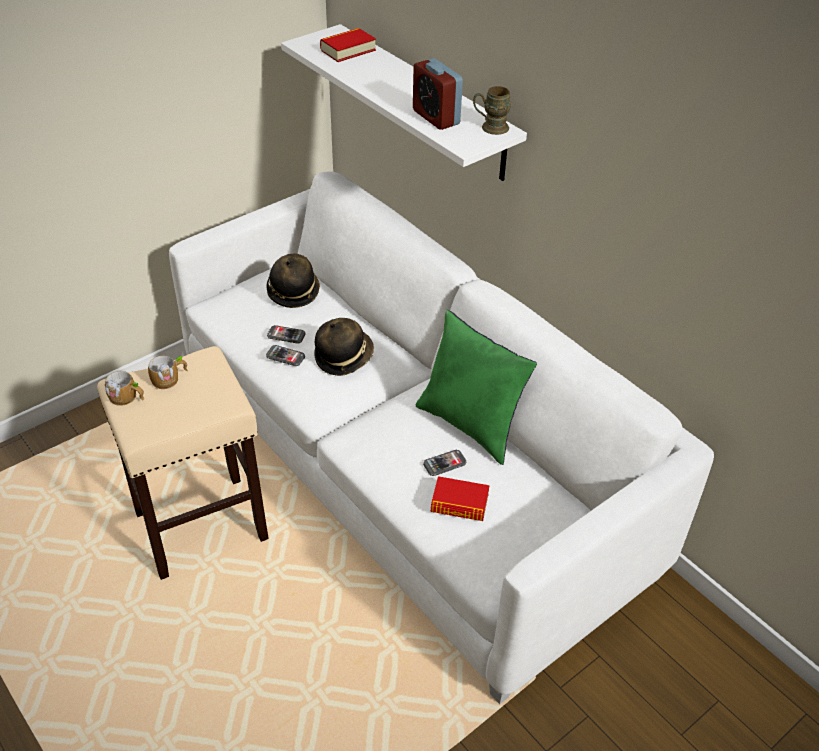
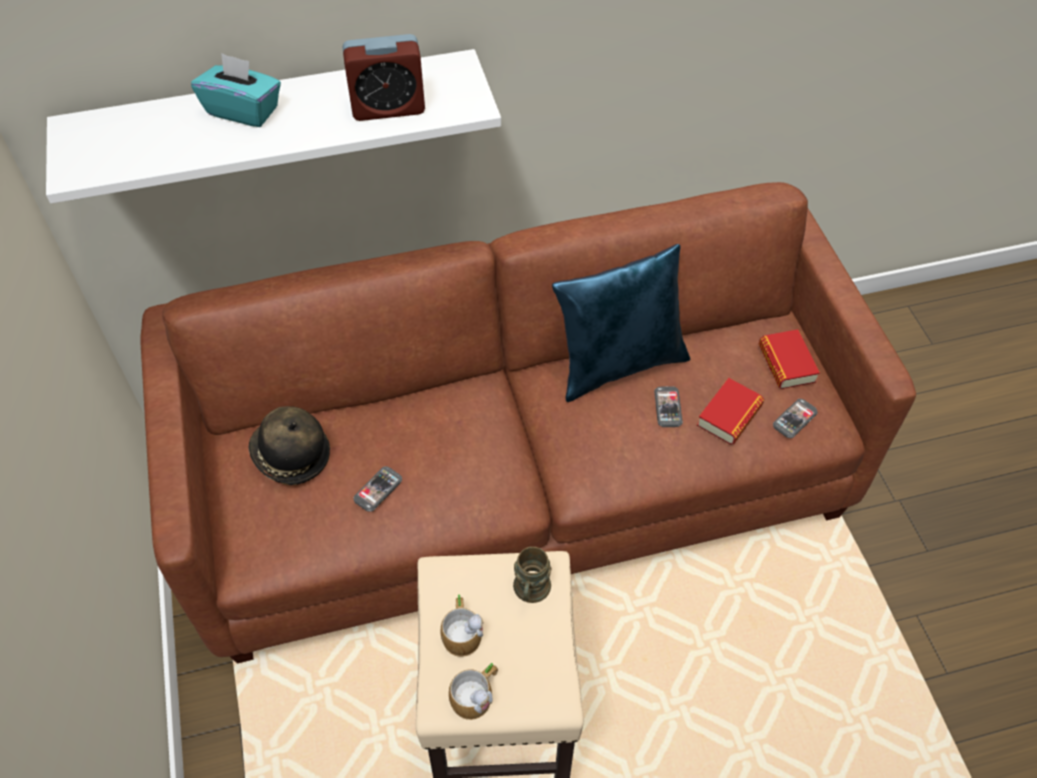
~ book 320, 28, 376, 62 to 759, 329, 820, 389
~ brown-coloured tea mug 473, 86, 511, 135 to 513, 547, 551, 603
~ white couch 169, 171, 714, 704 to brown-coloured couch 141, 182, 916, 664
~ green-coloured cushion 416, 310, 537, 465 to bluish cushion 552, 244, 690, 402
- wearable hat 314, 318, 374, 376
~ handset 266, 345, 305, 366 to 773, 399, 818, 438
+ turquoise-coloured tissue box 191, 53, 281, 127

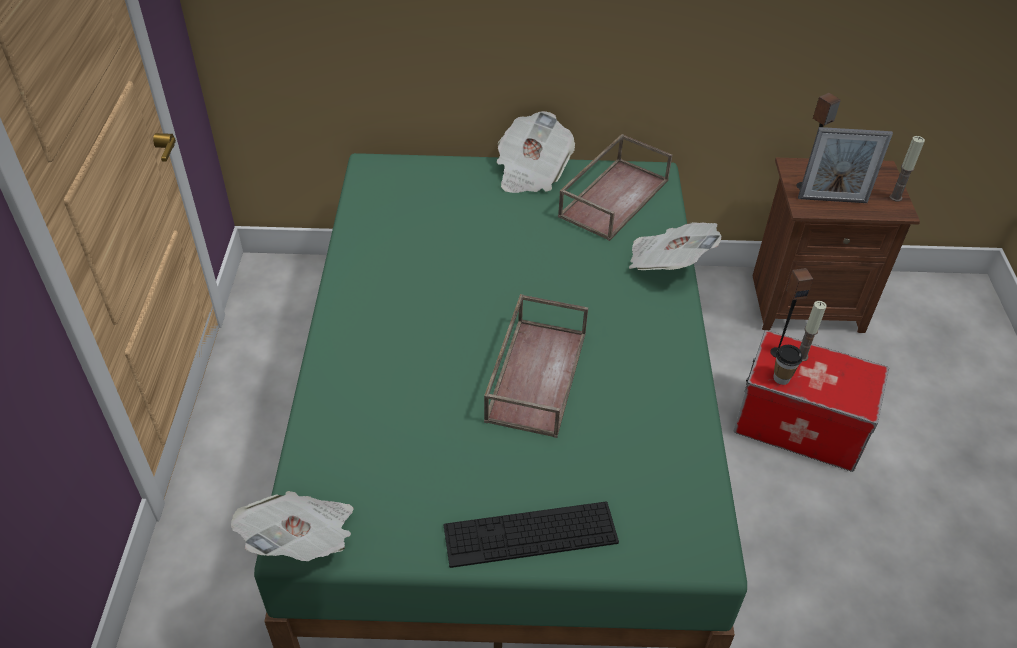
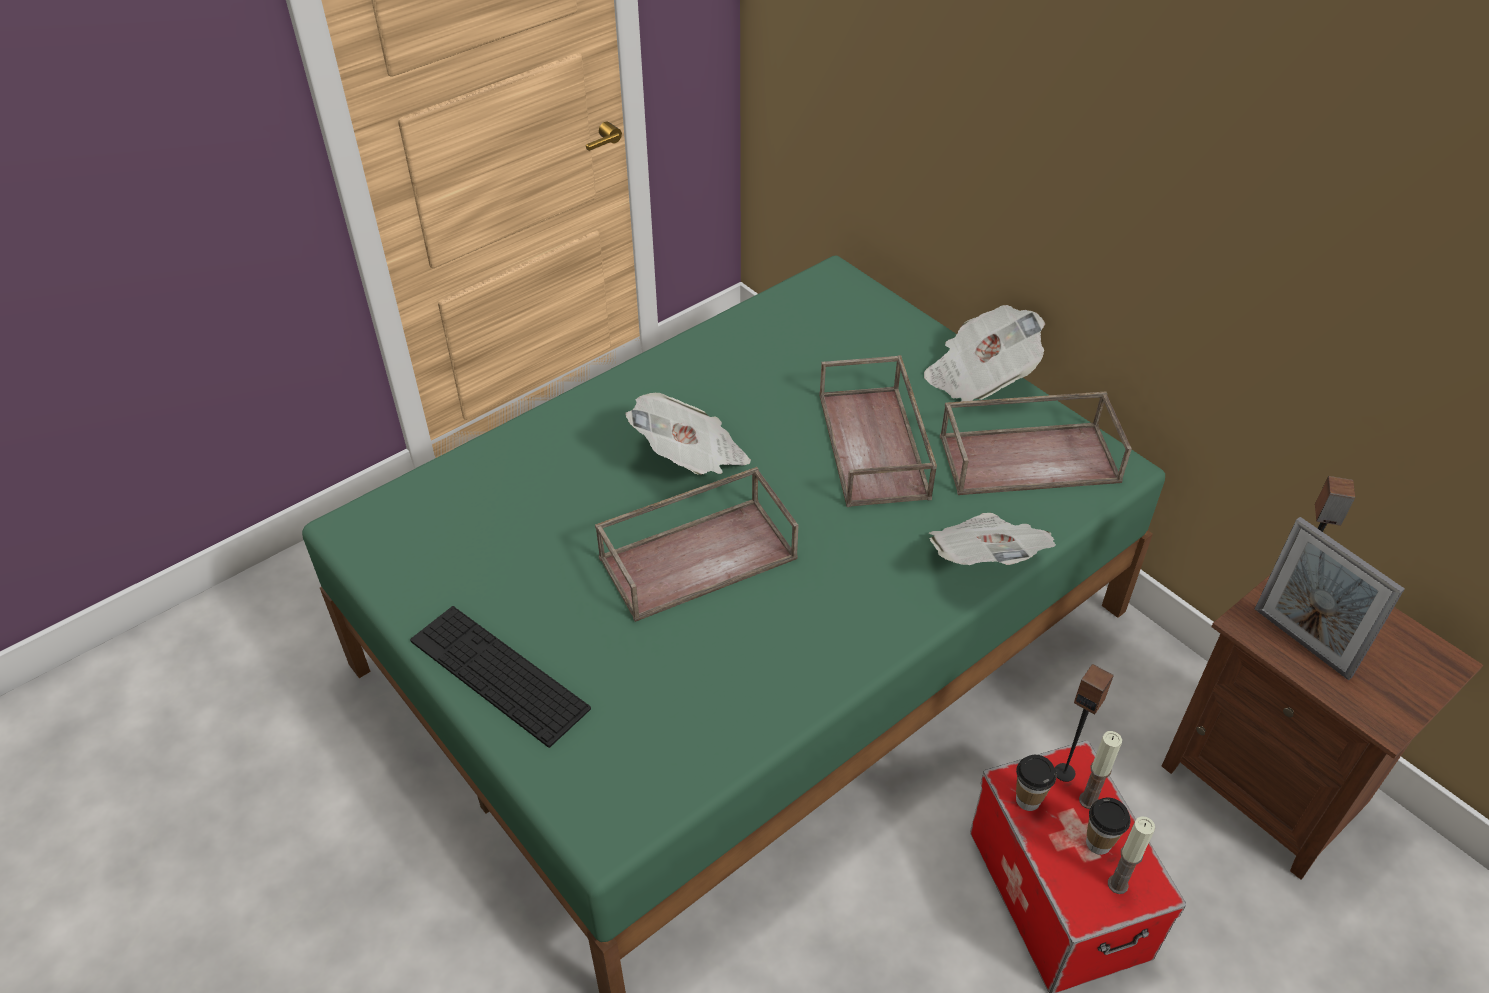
~ wax candle 890, 136, 925, 201 to 1108, 816, 1155, 894
~ printed paper 231, 491, 353, 561 to 625, 393, 751, 475
+ brown-coloured serving tray 819, 355, 937, 507
+ drinking cup 1086, 798, 1130, 855

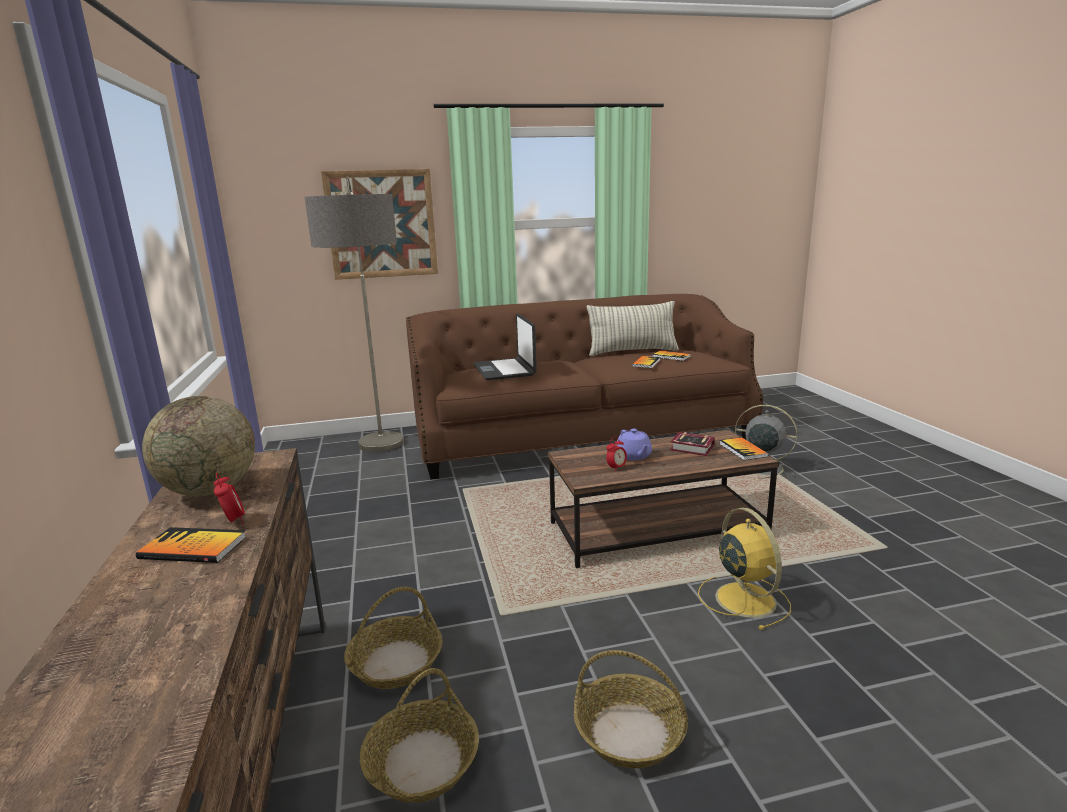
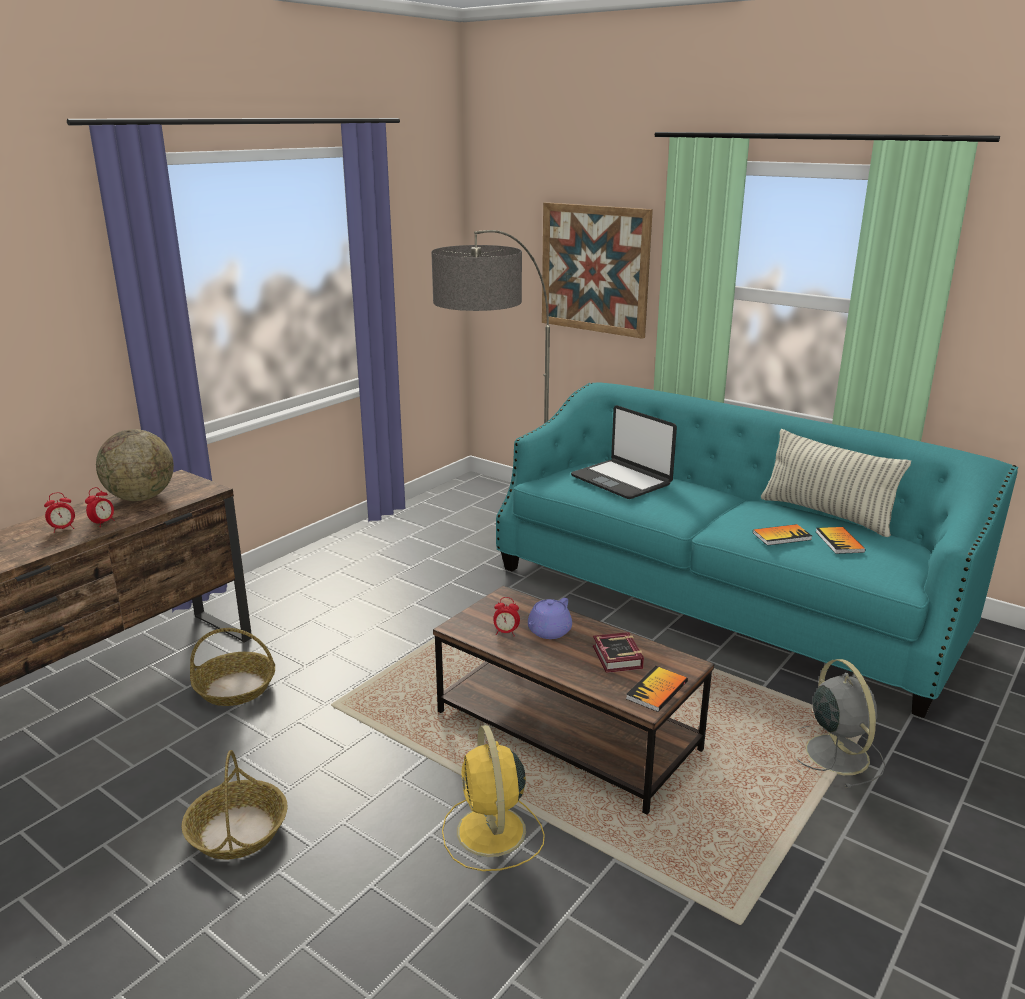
~ brown-coloured couch 406, 294, 763, 479 to turquoise-coloured couch 496, 382, 1018, 718
~ laptop 474, 313, 537, 380 = 571, 405, 677, 499 75 degrees counterclockwise
~ yellow fan 698, 507, 791, 630 = 442, 725, 545, 871 135 degrees clockwise
~ book 136, 527, 246, 563 to alarm clock 44, 492, 75, 533
- storage basket 360, 668, 479, 803

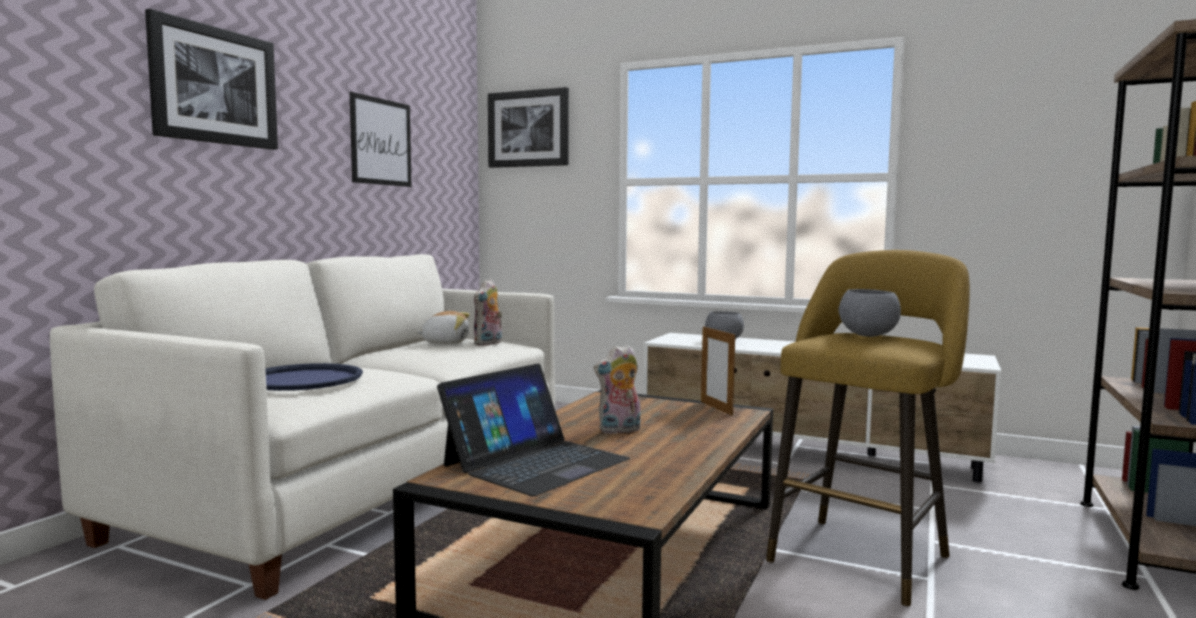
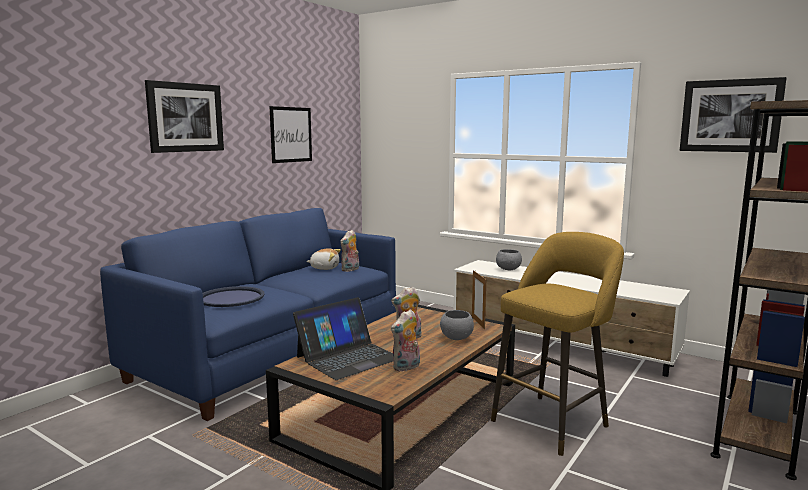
~ wall picture 488, 87, 569, 168 to 680, 77, 787, 153
~ white couch 50, 254, 555, 600 to bluish couch 100, 208, 396, 421
~ greyish deep dish 838, 289, 901, 337 to 440, 310, 474, 340
+ soft toy 391, 309, 420, 371

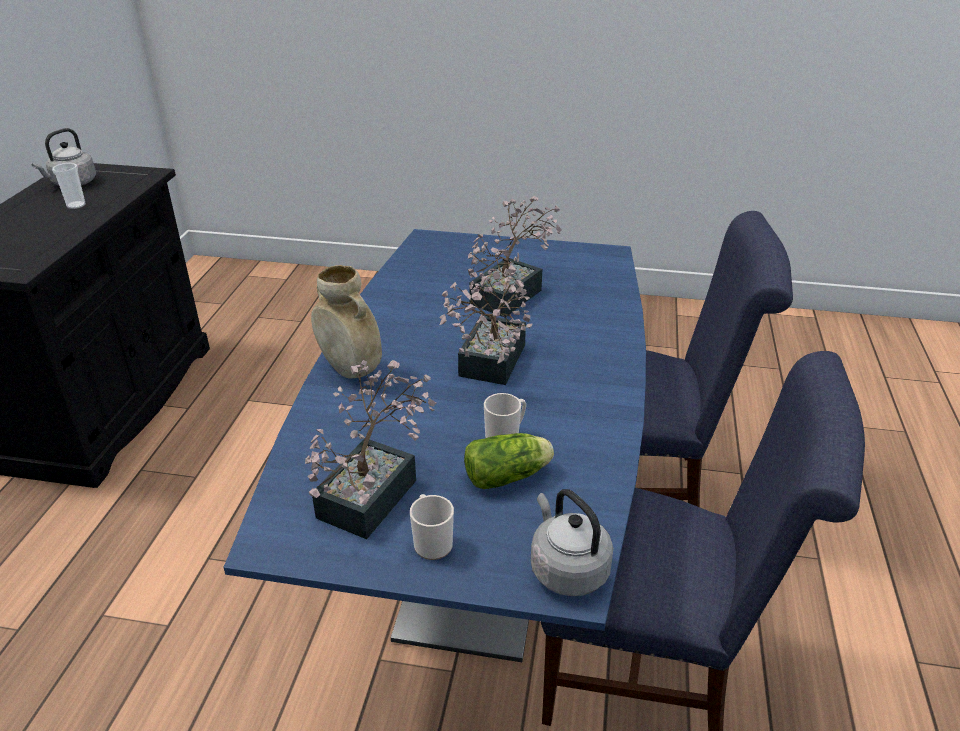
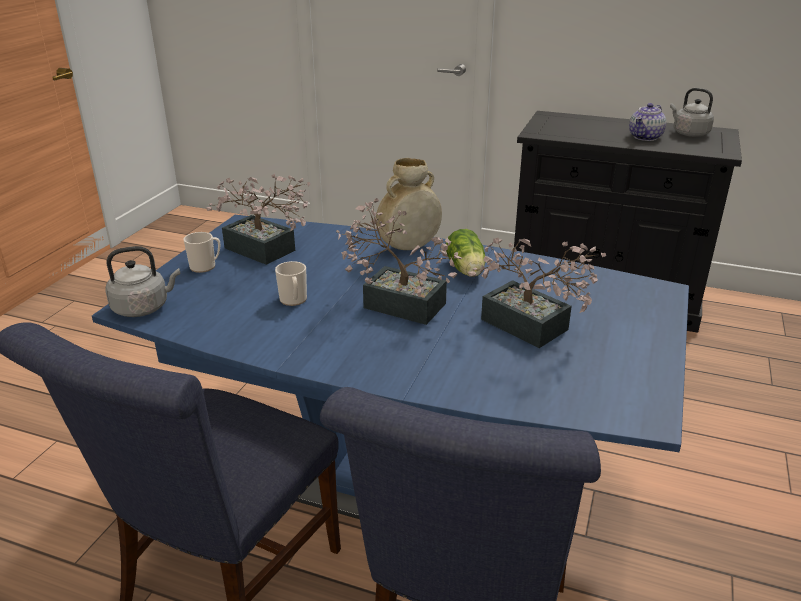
~ drinking cup 52, 163, 86, 209 to pot for tea 629, 103, 666, 141
~ lettuce 464, 433, 554, 489 to 446, 229, 485, 277

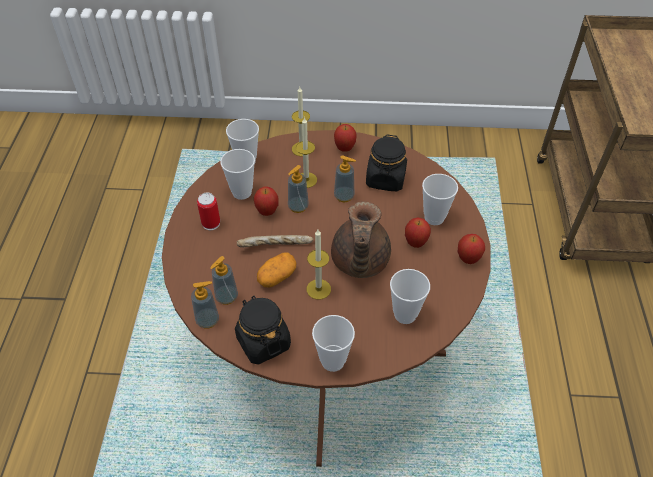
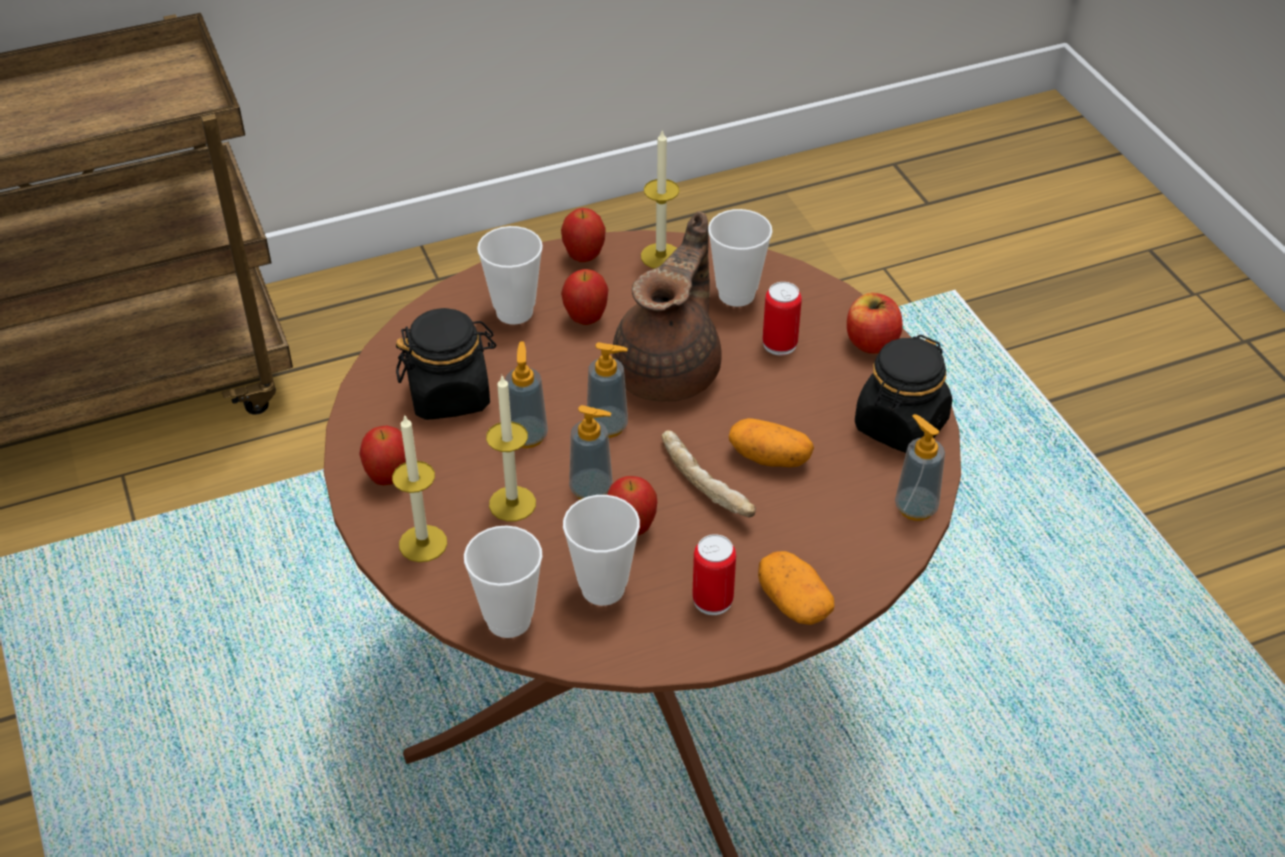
~ brown-coloured pot for tea 331, 202, 391, 278 = 612, 211, 722, 402 45 degrees counterclockwise
~ wax candle 307, 230, 331, 300 to 641, 131, 679, 269
~ soap bottle 210, 256, 238, 305 to 587, 342, 628, 438
~ drinking cup 312, 315, 355, 372 to apple 847, 293, 903, 354
+ can 763, 282, 802, 355
+ potato 758, 551, 834, 625

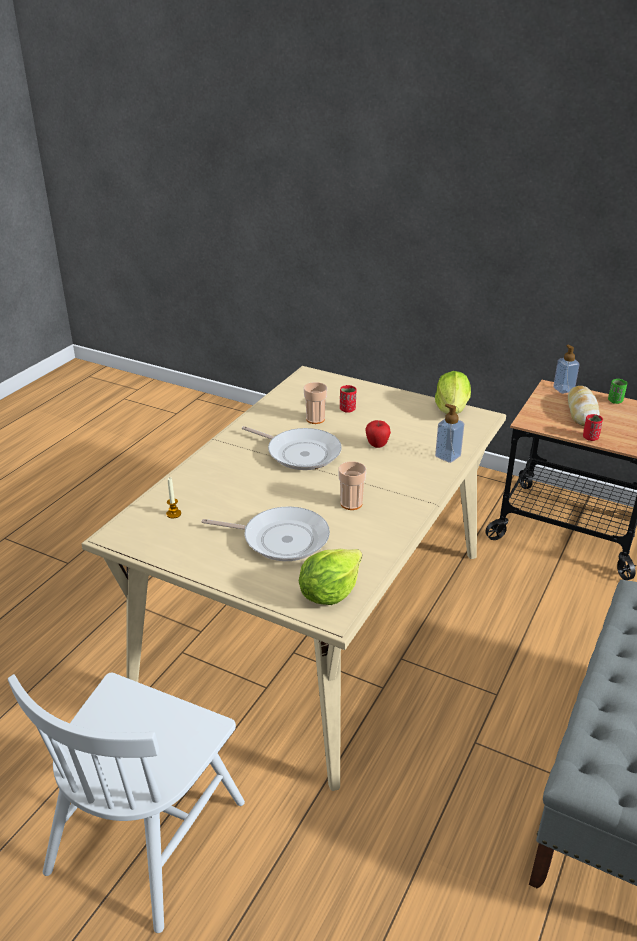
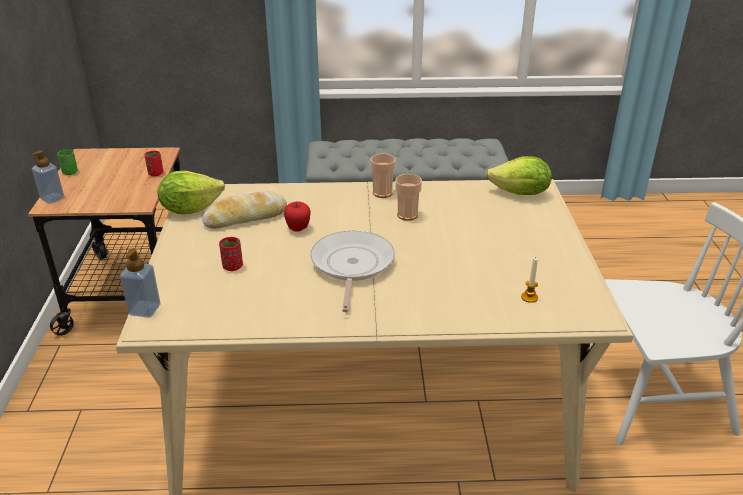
~ drinking cup 304, 382, 327, 424 to 370, 154, 396, 198
~ bakery bread 568, 386, 600, 426 to 202, 190, 287, 229
~ soap bottle 435, 404, 464, 463 to 120, 248, 160, 318
- skillet 201, 506, 330, 561

